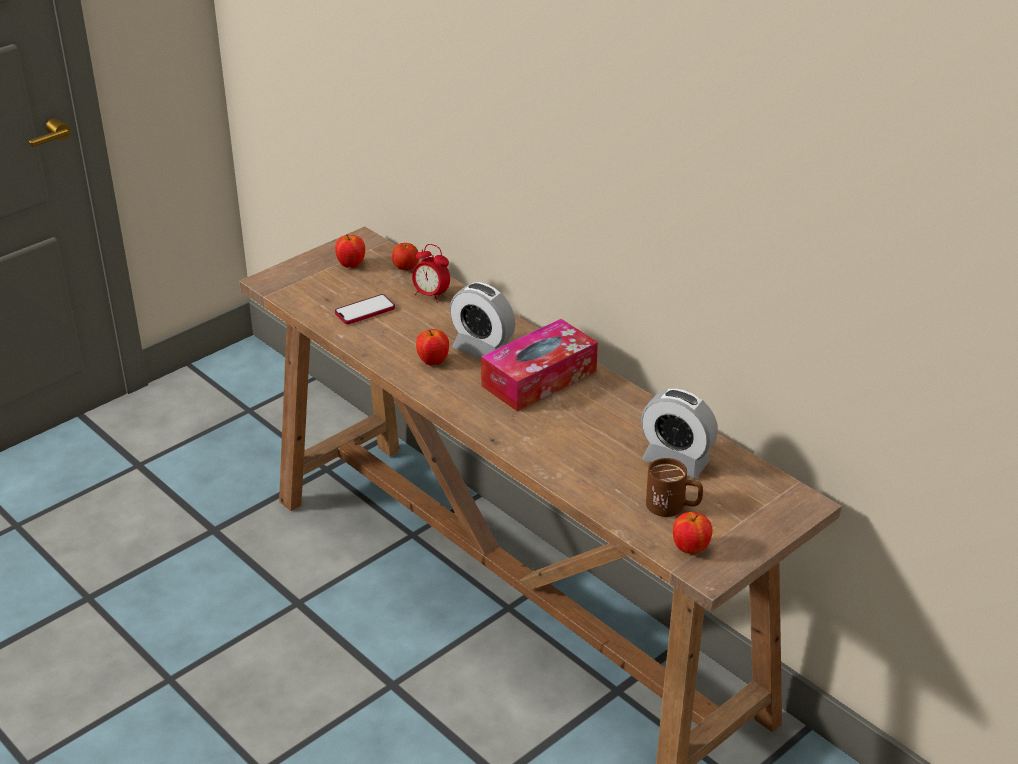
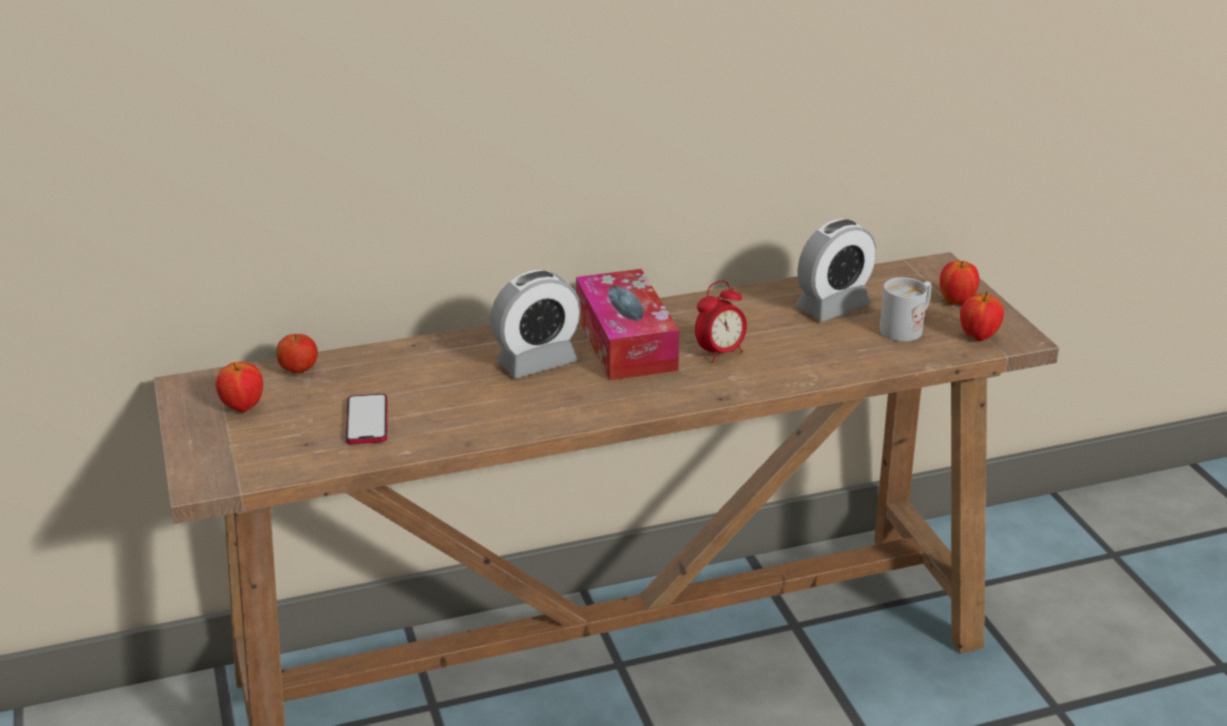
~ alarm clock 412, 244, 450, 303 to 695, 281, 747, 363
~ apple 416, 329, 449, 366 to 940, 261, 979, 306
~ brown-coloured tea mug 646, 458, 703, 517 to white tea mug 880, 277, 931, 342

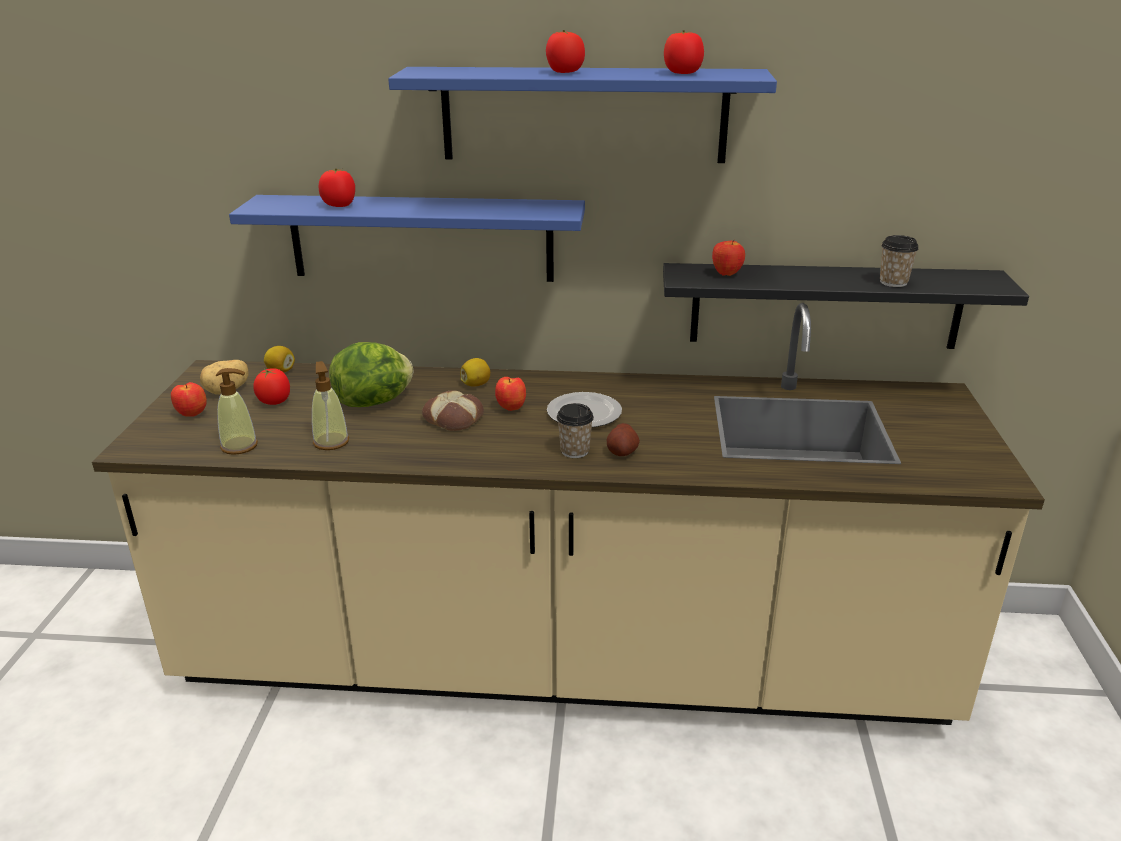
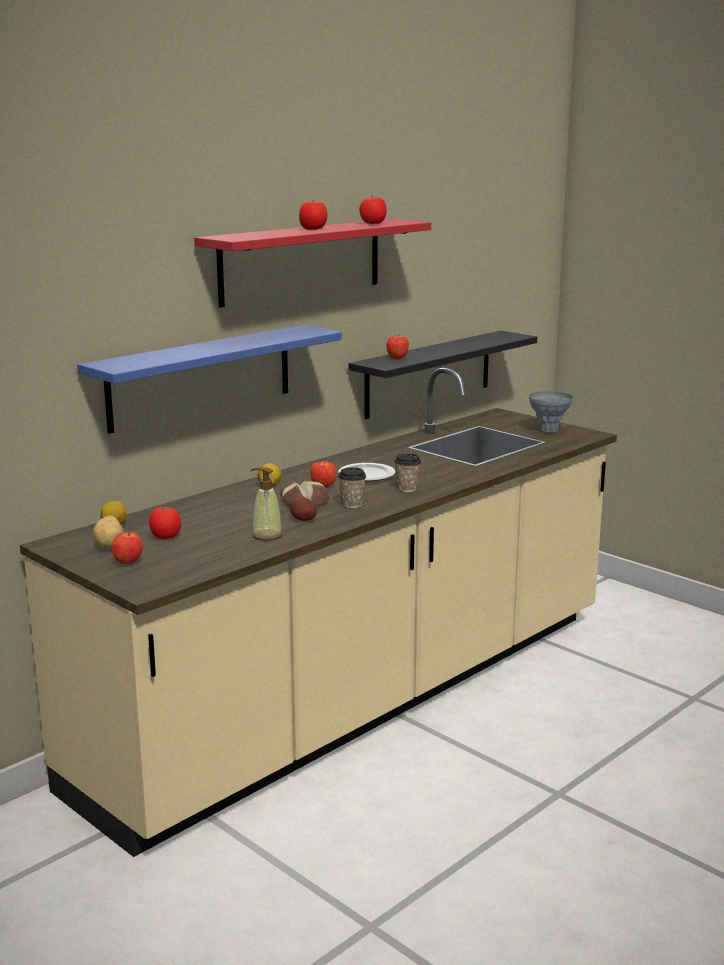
~ bluish shelf 388, 67, 777, 163 to reddish shelf 194, 219, 431, 308
- fresh tomato 319, 168, 355, 207
~ drinking cup 880, 235, 919, 287 to 338, 467, 366, 508
- lettuce 329, 342, 413, 407
- soap bottle 216, 368, 258, 455
~ potato 607, 423, 640, 456 to 289, 497, 317, 521
+ greyish decorative vase 529, 391, 573, 433

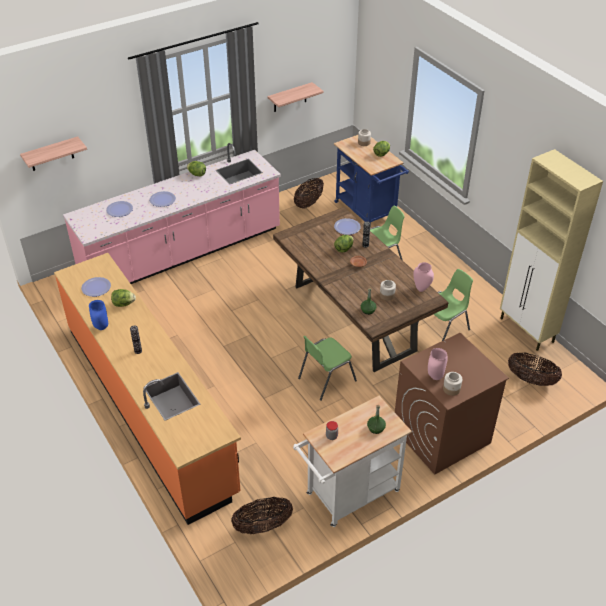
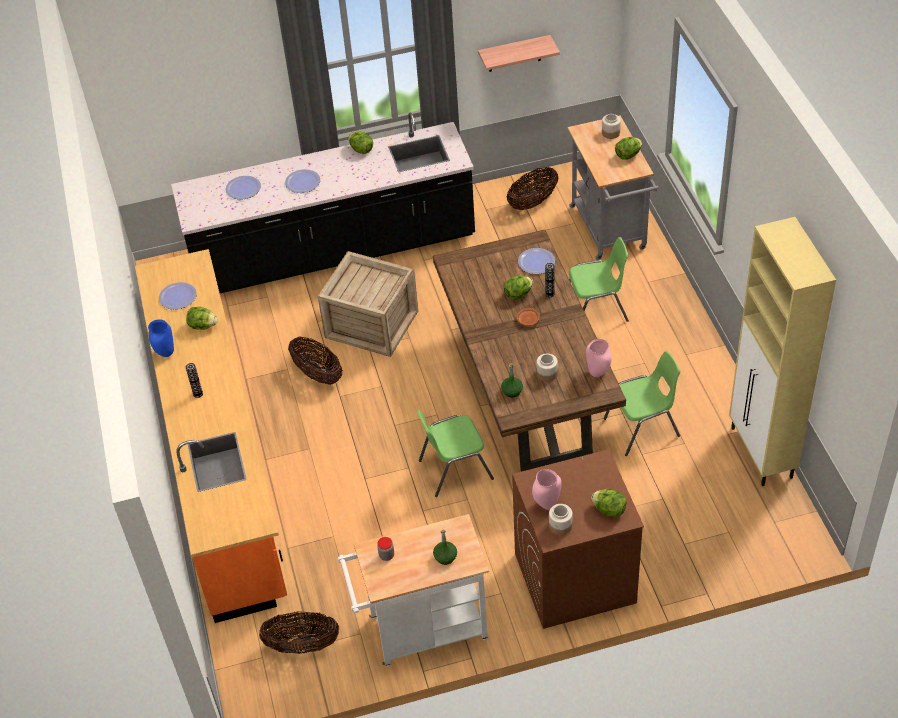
~ bluish cart 334, 135, 409, 227 to greyish cart 568, 116, 658, 260
- shelf 20, 136, 87, 171
~ pink-coloured counter 63, 143, 281, 284 to black counter 171, 112, 475, 293
~ storage basket 508, 353, 562, 386 to 288, 336, 343, 385
+ crate 318, 251, 418, 357
+ lettuce 591, 489, 627, 518

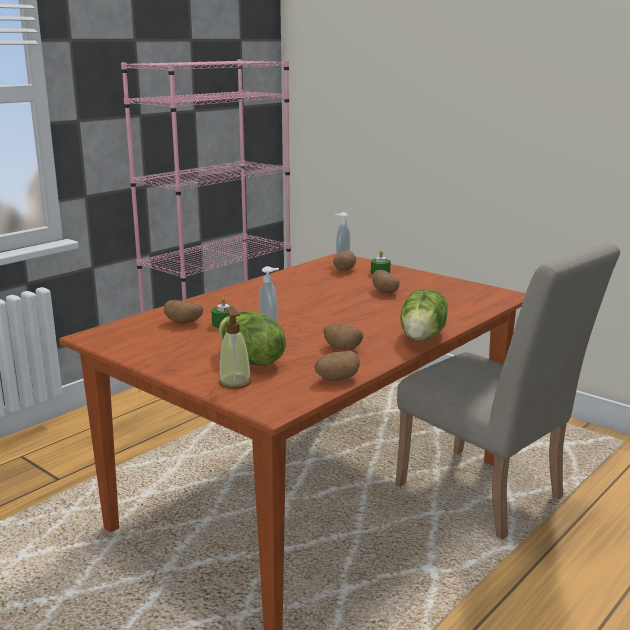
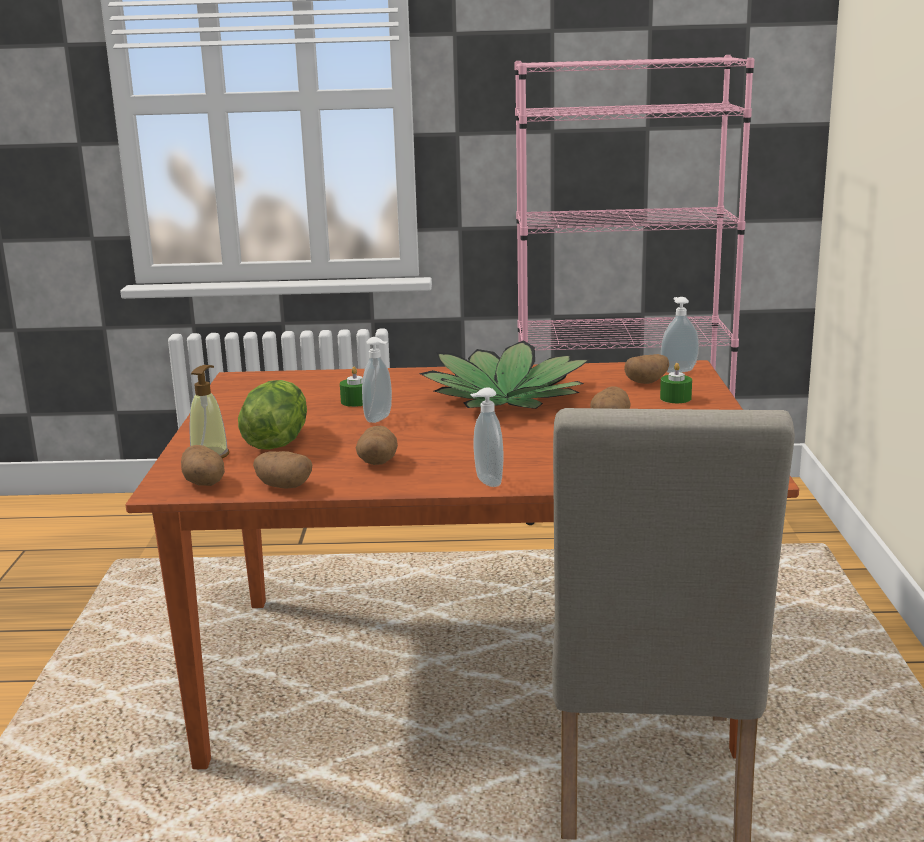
~ lettuce 400, 289, 448, 341 to soap bottle 470, 387, 504, 487
~ potato 164, 300, 203, 324 to 181, 445, 225, 486
+ plant in a pot 419, 340, 590, 409

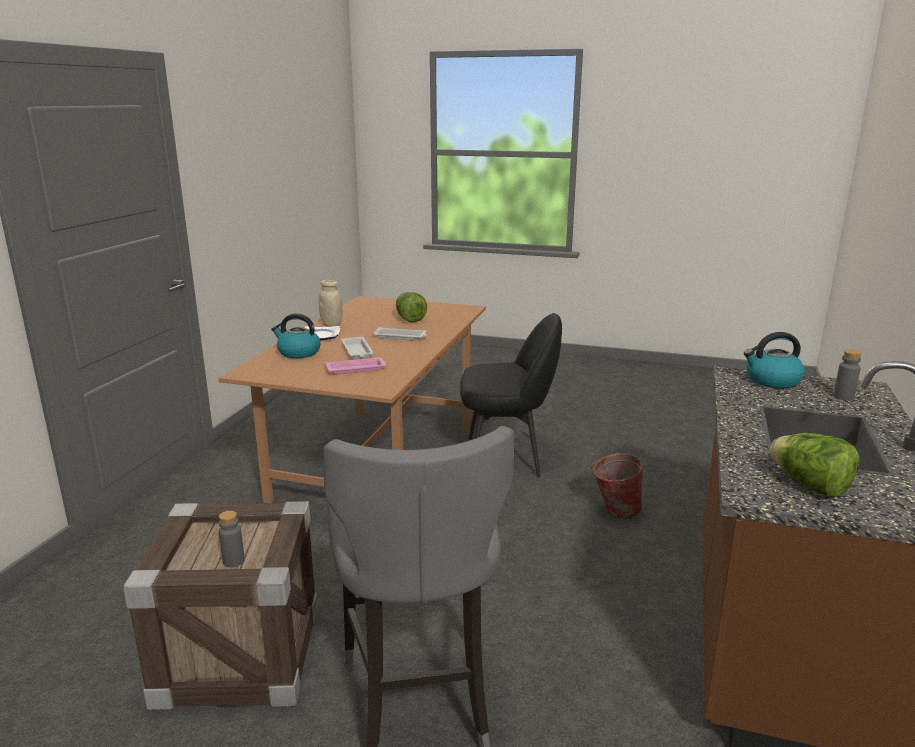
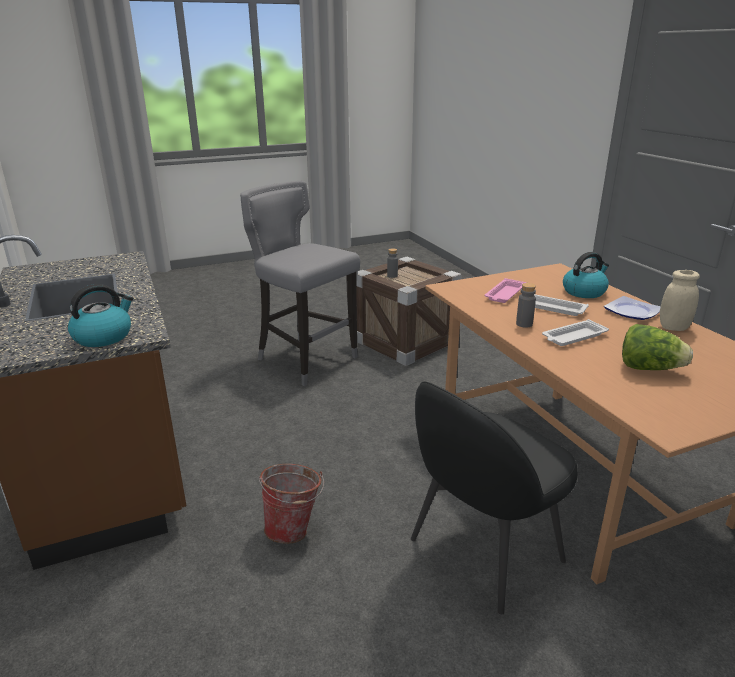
~ greyish drink bottle 834, 349, 861, 401 to 516, 283, 536, 328
- lettuce 770, 433, 860, 498

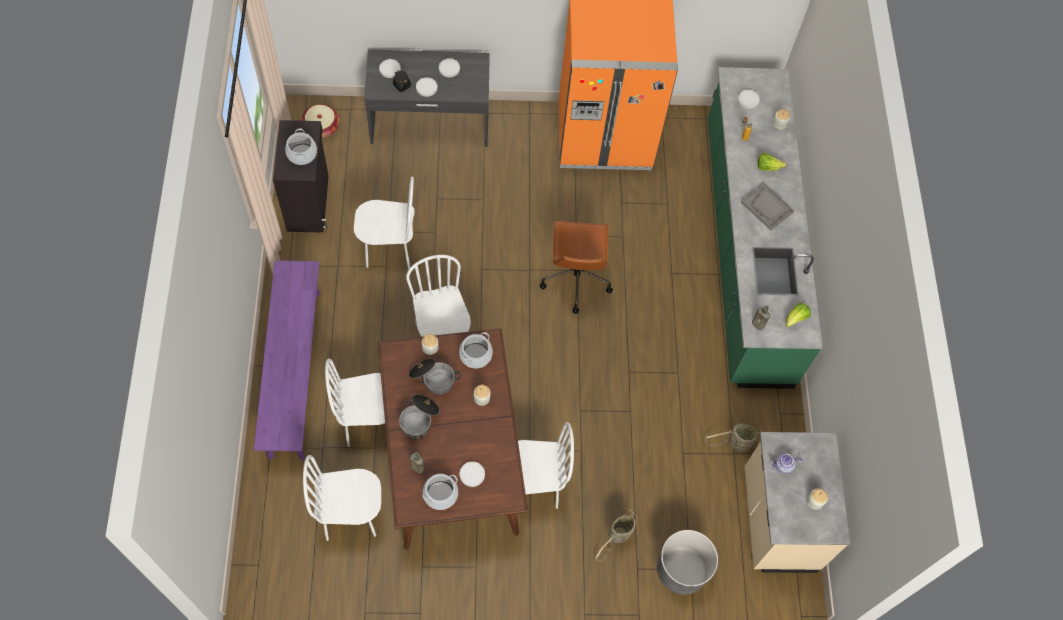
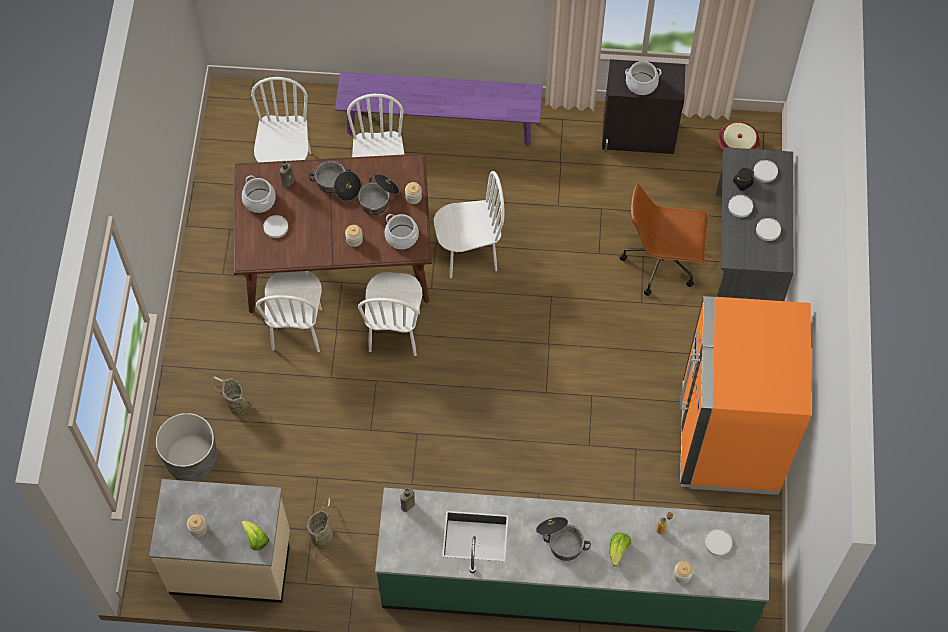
~ white upright chair 354, 177, 415, 270 to 358, 272, 422, 356
~ greyish serving tray 741, 183, 795, 230 to saucepot 536, 517, 591, 561
~ brown-coloured computer chair 540, 221, 613, 314 to 620, 184, 708, 296
~ lettuce 786, 303, 811, 328 to 241, 521, 269, 550
- pot for tea 771, 453, 802, 474

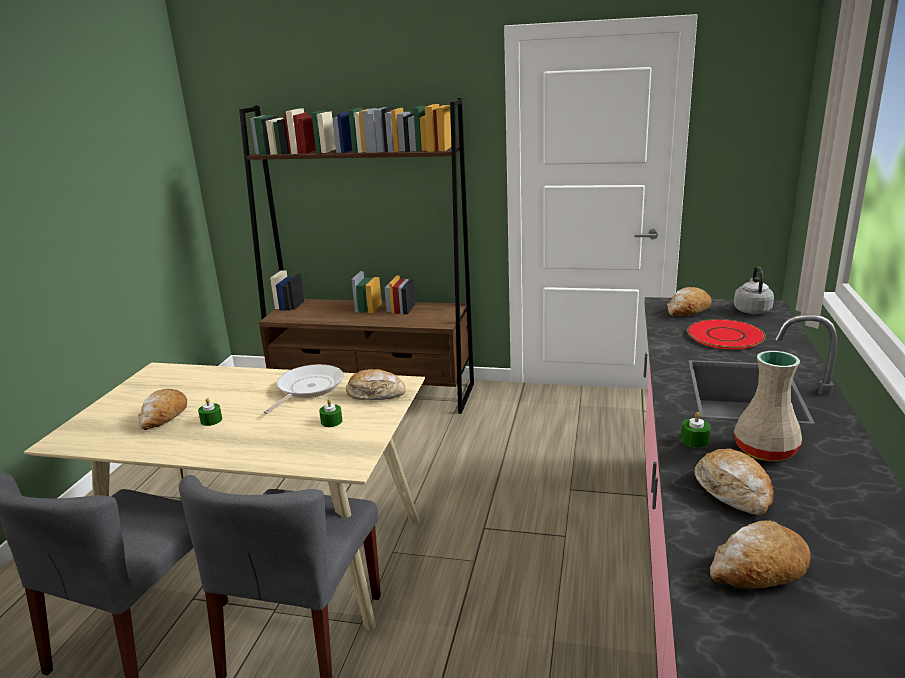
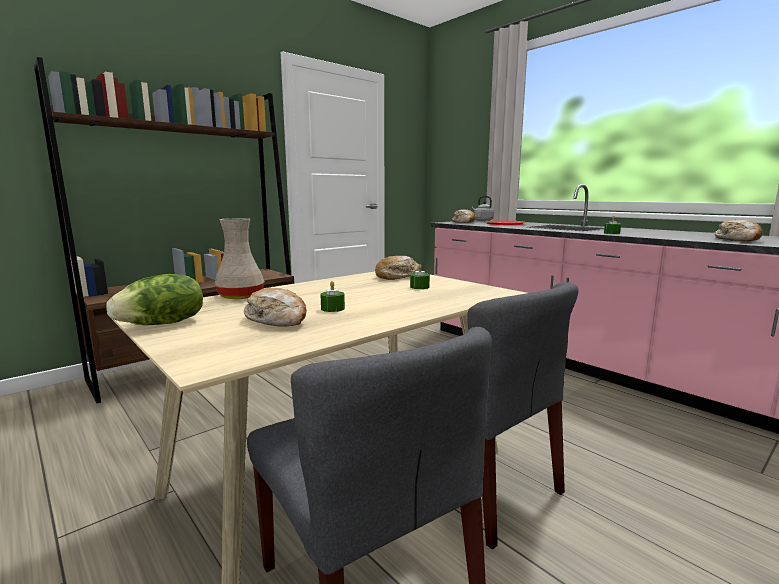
~ beige-coloured decorative vase 734, 351, 802, 461 to 215, 218, 265, 299
- skillet 263, 364, 344, 414
- bakery bread 694, 449, 774, 515
+ lettuce 107, 274, 203, 325

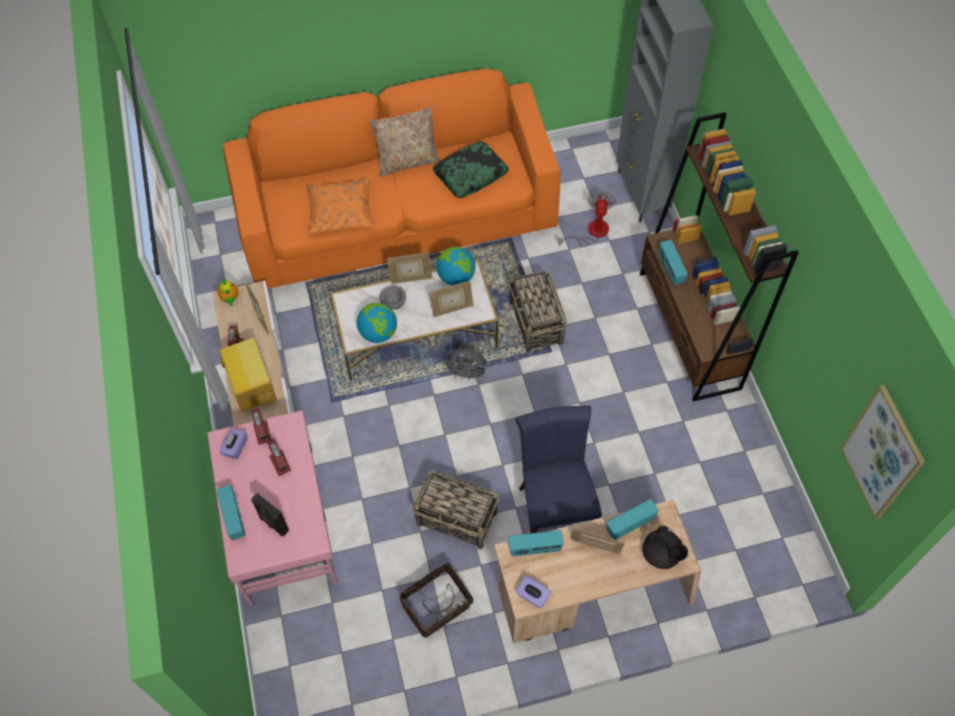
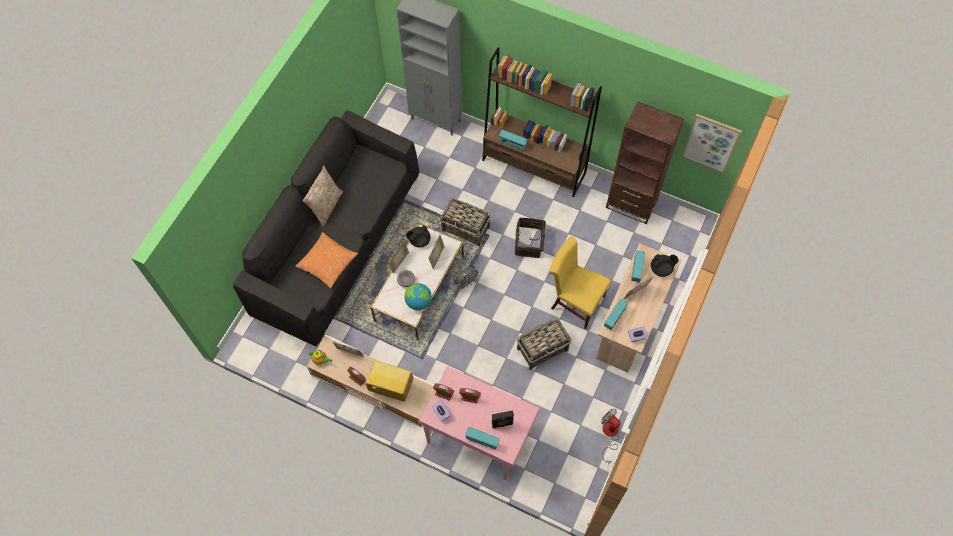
~ orangey couch 223, 69, 561, 289 to black couch 233, 110, 419, 346
- cushion 433, 141, 509, 198
~ fan 557, 191, 616, 247 to 601, 408, 621, 465
~ desk globe 436, 247, 475, 286 to black pot for tea 406, 225, 431, 248
~ bluish upright chair 515, 406, 602, 533 to yellow upright chair 548, 236, 611, 329
~ storage basket 399, 563, 473, 638 to 515, 217, 546, 258
+ brown-coloured bookshelf 606, 101, 684, 224

